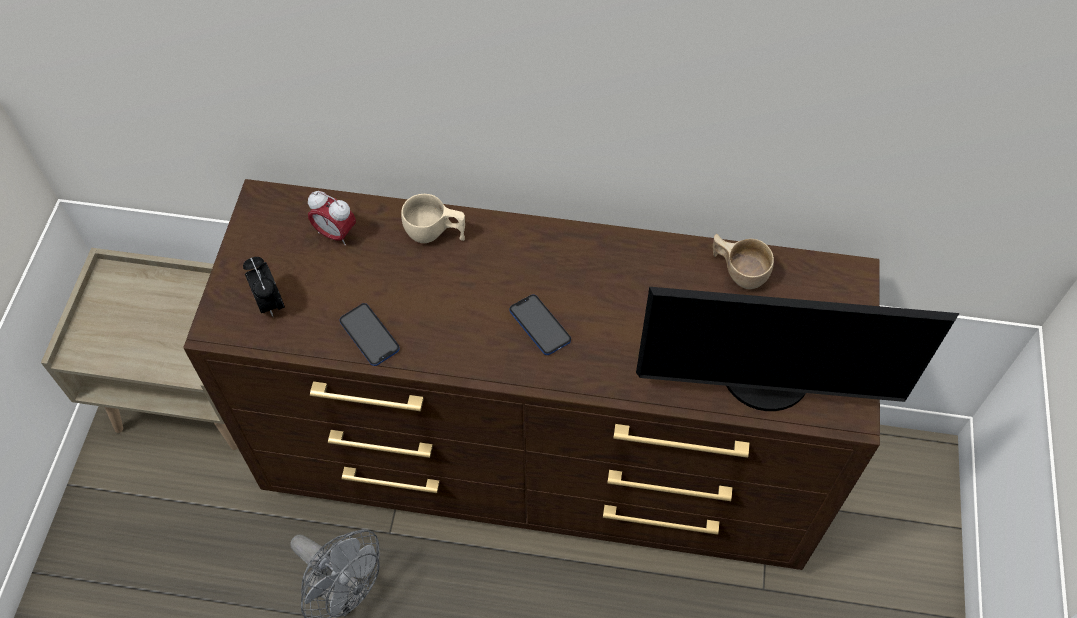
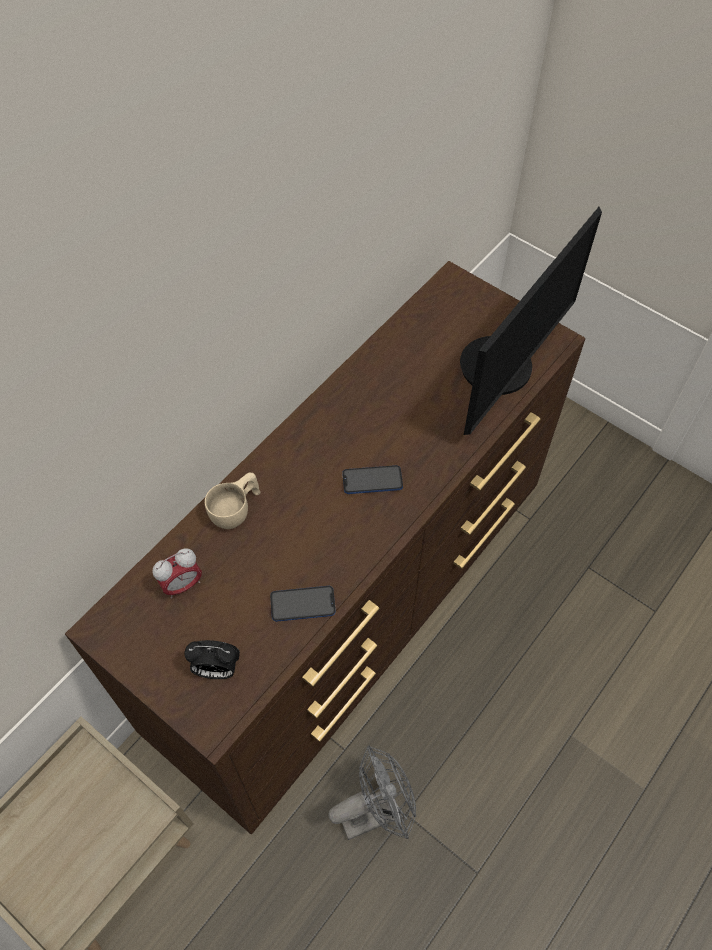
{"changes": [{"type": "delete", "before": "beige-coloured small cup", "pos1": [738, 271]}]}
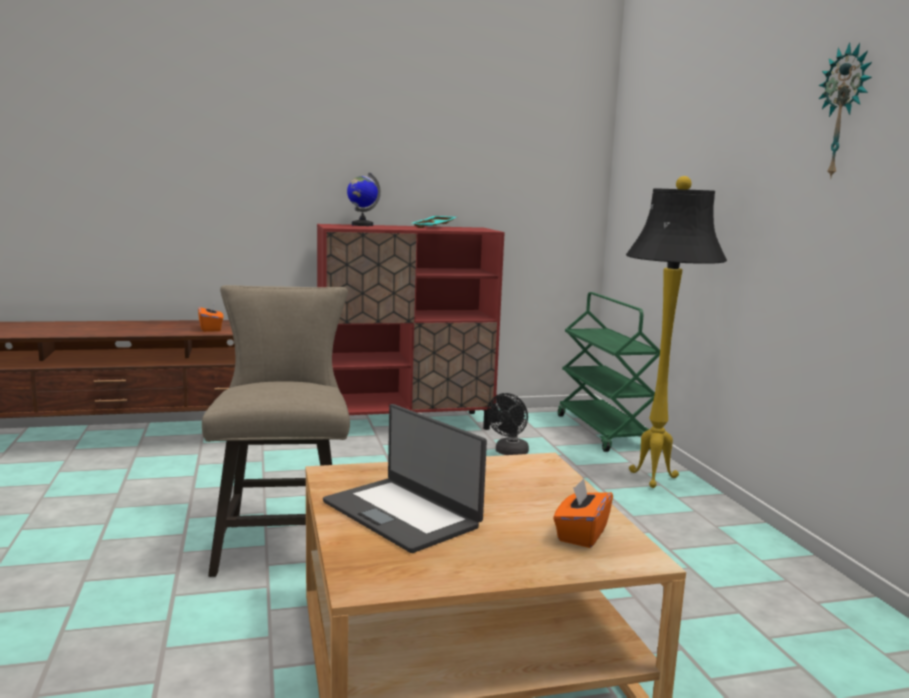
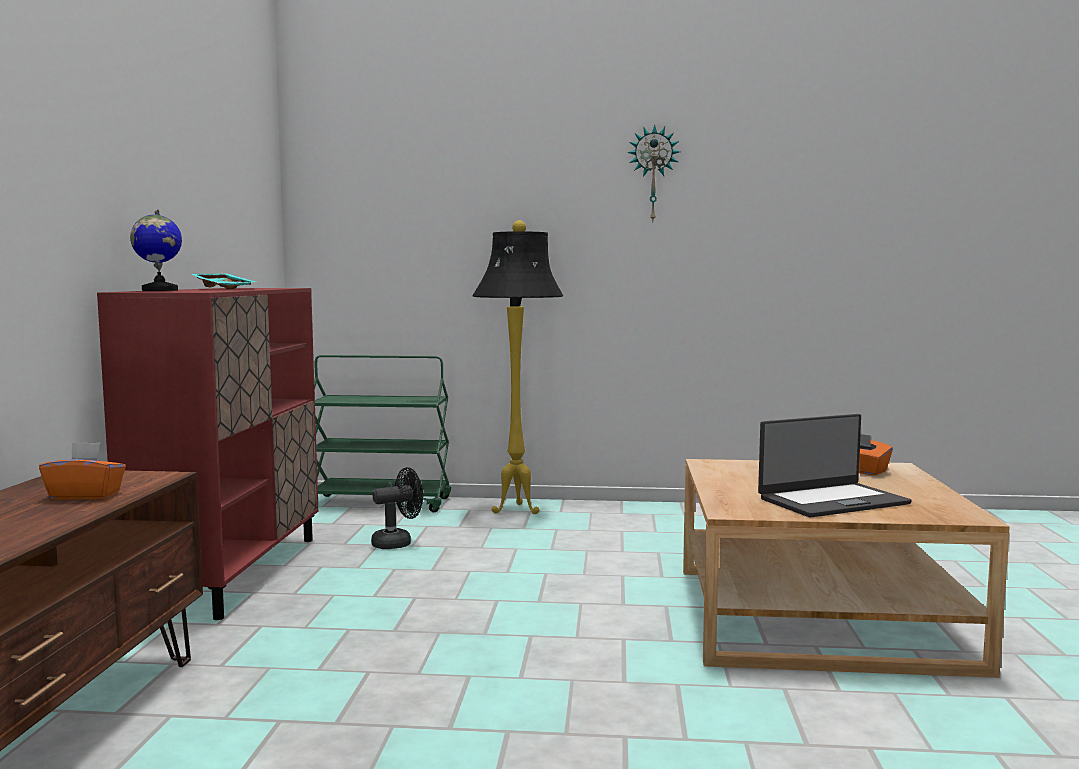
{"changes": [{"type": "rotate", "before": "blackish cooling fan", "pos1": [509, 453], "pos2": [398, 543], "turn": -75}, {"type": "delete", "before": "beige-coloured sitting stool", "pos1": [283, 541]}]}
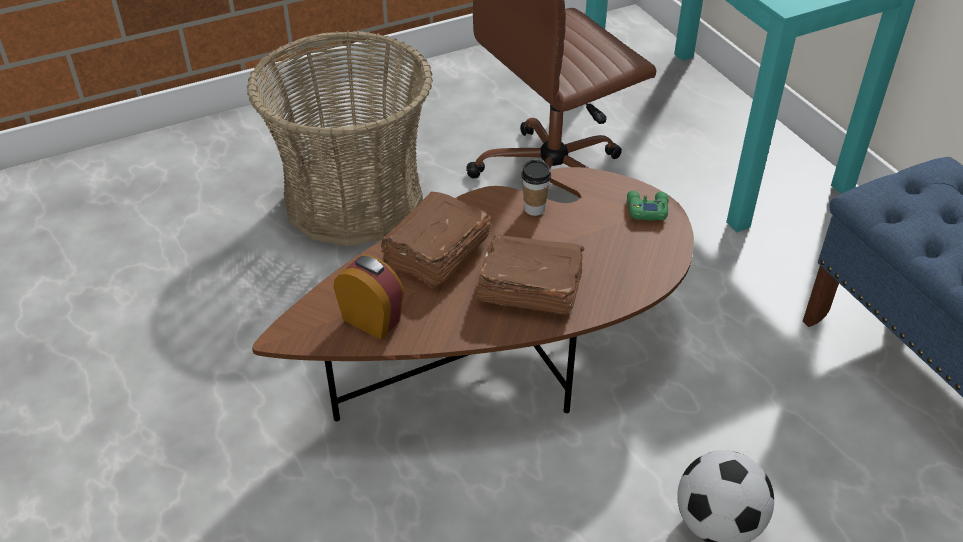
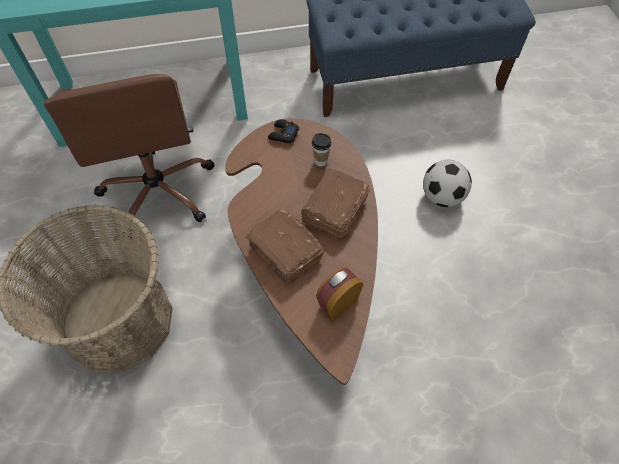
{"changes": [{"type": "recolor", "before": "greenish game controller", "after": "blackish game controller", "pos1": [646, 209], "pos2": [283, 134]}, {"type": "move", "before": "small cup", "pos1": [534, 209], "pos2": [321, 161]}]}
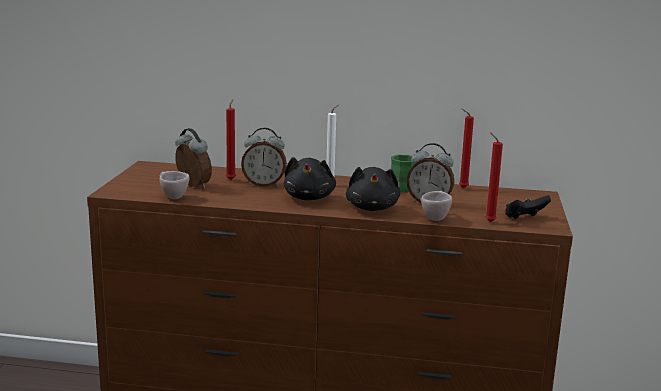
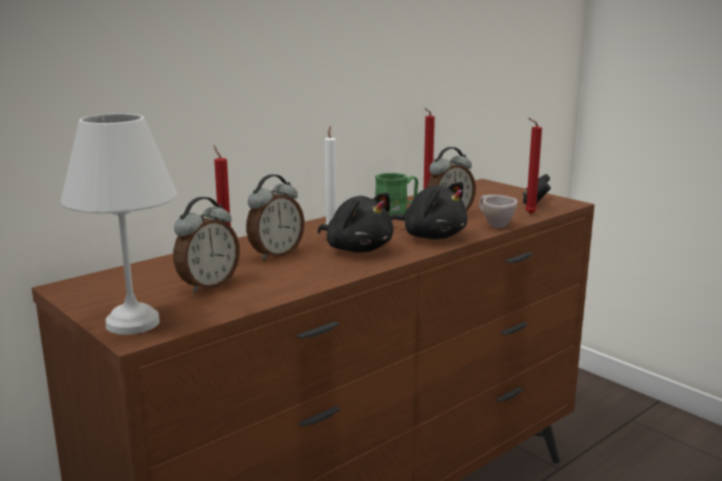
{"changes": [{"type": "insert", "after": "white table lamp", "pos2": [132, 322]}, {"type": "rotate", "before": "alarm clock", "pos1": [192, 185], "pos2": [208, 285], "turn": 135}, {"type": "delete", "before": "beige-coloured small cup", "pos1": [171, 197]}]}
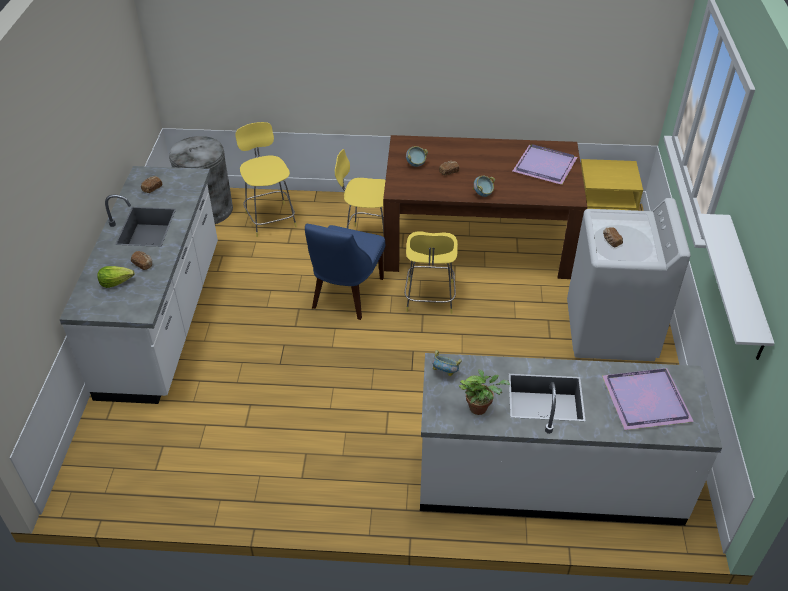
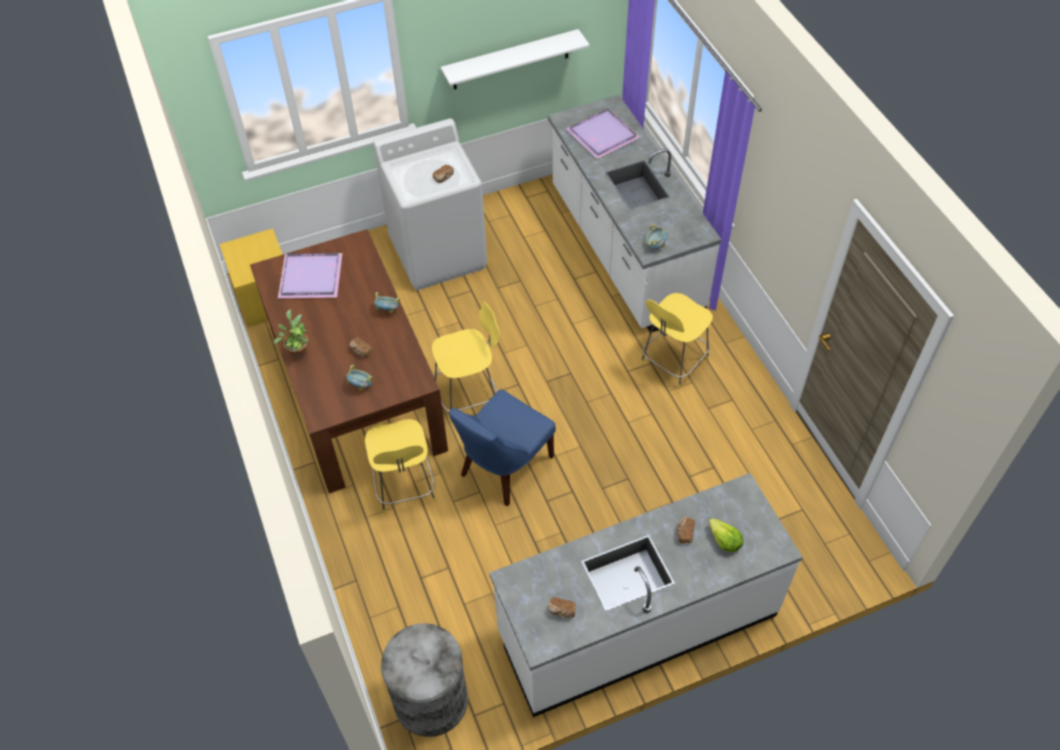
{"changes": [{"type": "move", "before": "plant in a pot", "pos1": [480, 407], "pos2": [298, 351]}, {"type": "rotate", "before": "bluish plain chair", "pos1": [346, 295], "pos2": [503, 468], "turn": 135}, {"type": "move", "before": "yellowish sitting stool", "pos1": [270, 218], "pos2": [672, 363]}]}
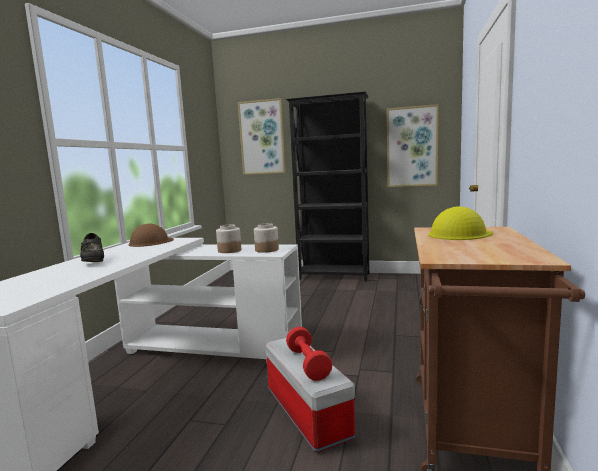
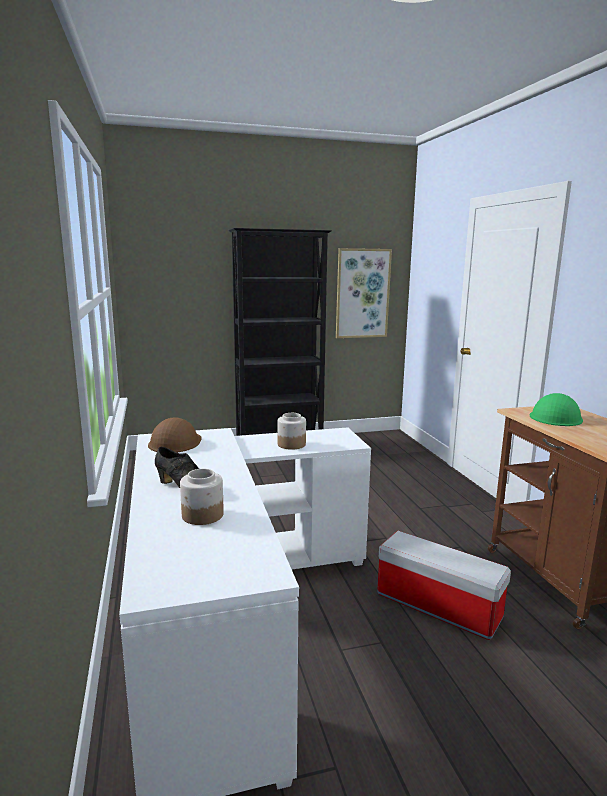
{"changes": [{"type": "move", "before": "storage jar", "pos1": [266, 250], "pos2": [202, 515]}, {"type": "recolor", "before": "yellowish work helmet", "after": "greenish work helmet", "pos1": [459, 234], "pos2": [556, 417]}, {"type": "delete", "before": "picture", "pos1": [262, 137]}, {"type": "delete", "before": "red-coloured dumbbell", "pos1": [308, 364]}]}
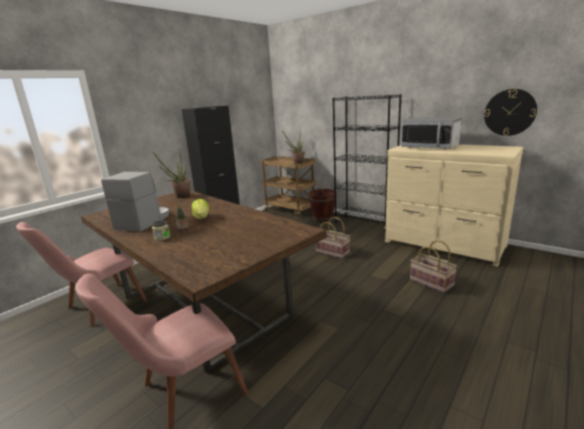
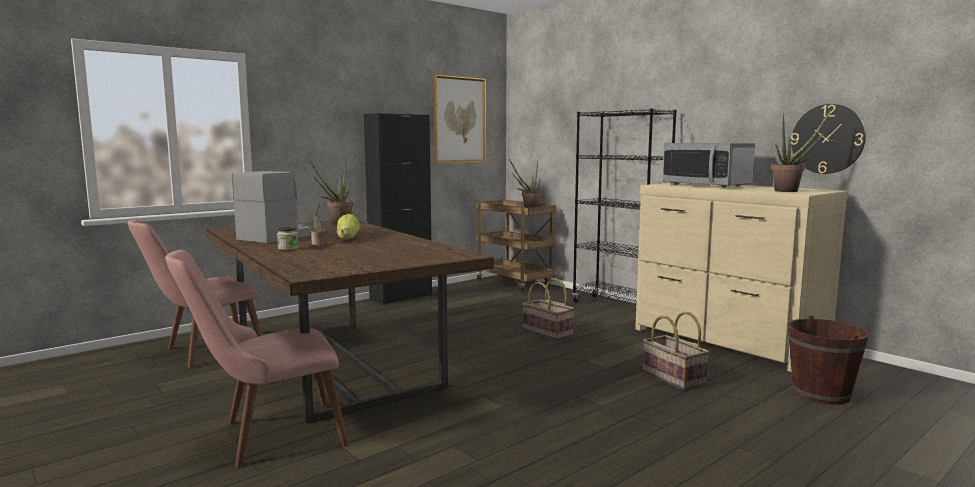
{"changes": [{"type": "insert", "after": "picture", "pos2": [459, 120]}, {"type": "insert", "after": "plant in a pot", "pos2": [791, 191]}, {"type": "move", "before": "brown water bucket", "pos1": [322, 217], "pos2": [821, 393]}]}
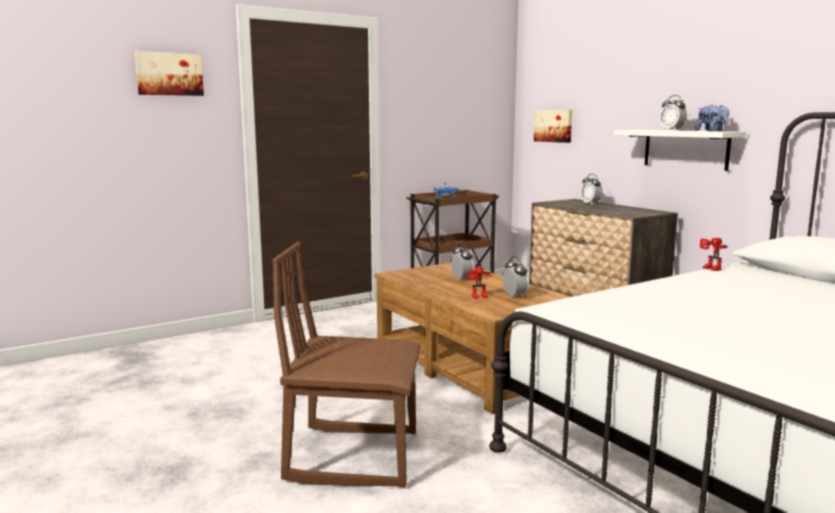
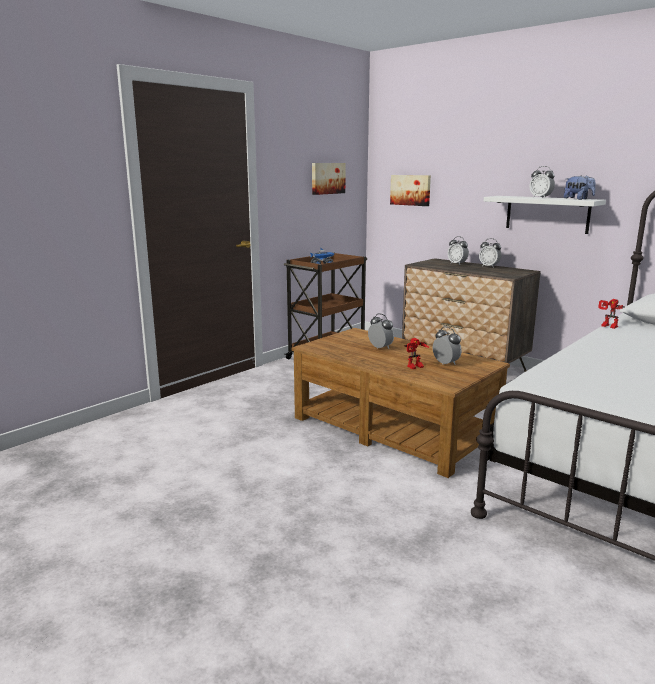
{"changes": [{"type": "move", "before": "picture", "pos1": [169, 74], "pos2": [327, 178]}, {"type": "insert", "after": "alarm clock", "pos2": [489, 266]}, {"type": "delete", "before": "brown plain chair", "pos1": [353, 455]}]}
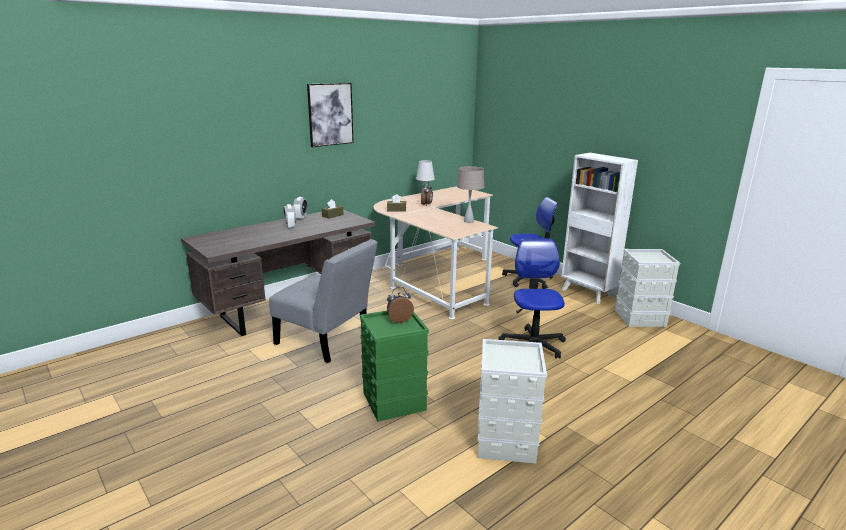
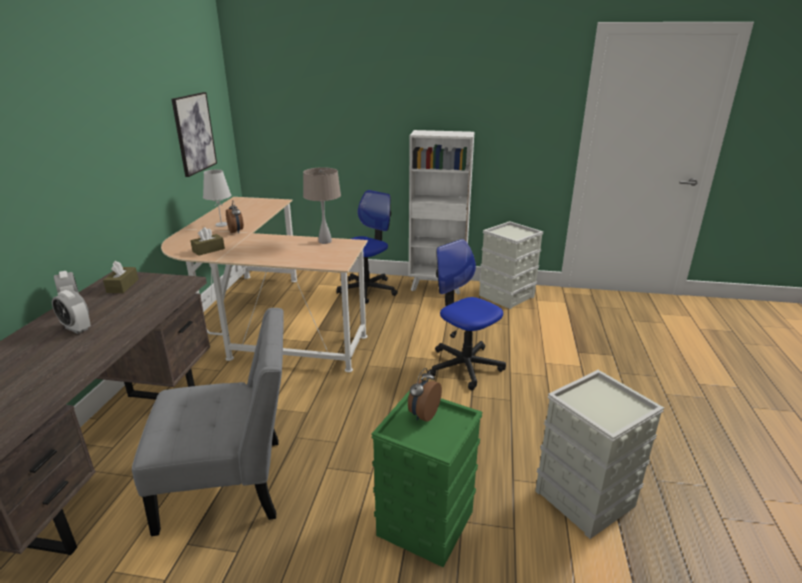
{"changes": [{"type": "move", "before": "picture", "pos1": [330, 114], "pos2": [194, 133]}]}
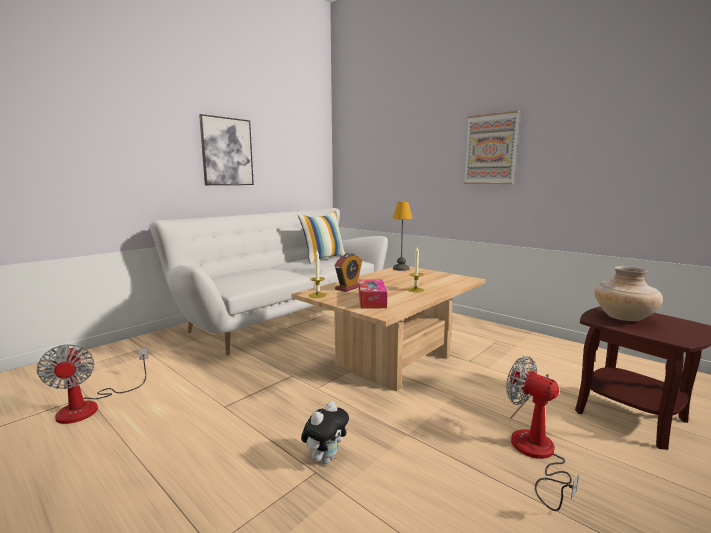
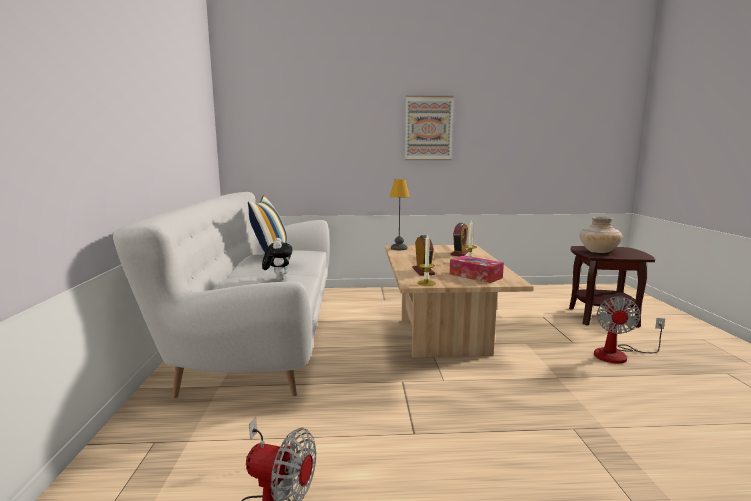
{"changes": [{"type": "move", "before": "plush toy", "pos1": [325, 458], "pos2": [278, 279]}, {"type": "insert", "after": "alarm clock", "pos2": [459, 253]}, {"type": "rotate", "before": "cooling fan", "pos1": [536, 455], "pos2": [619, 354], "turn": -75}, {"type": "delete", "before": "picture", "pos1": [227, 152]}]}
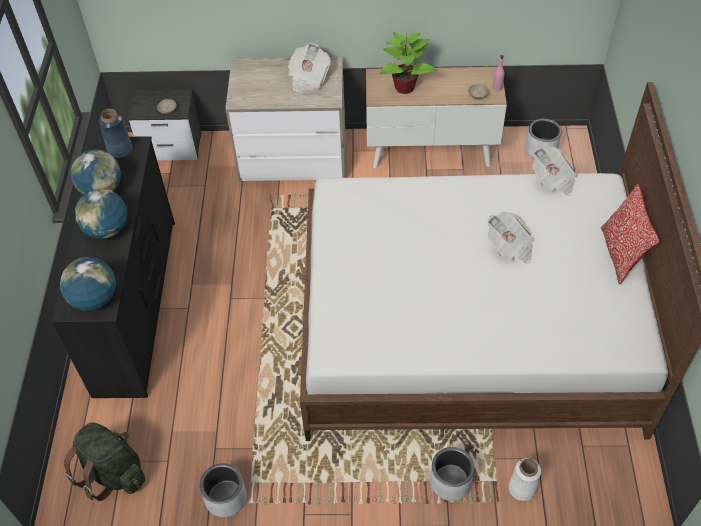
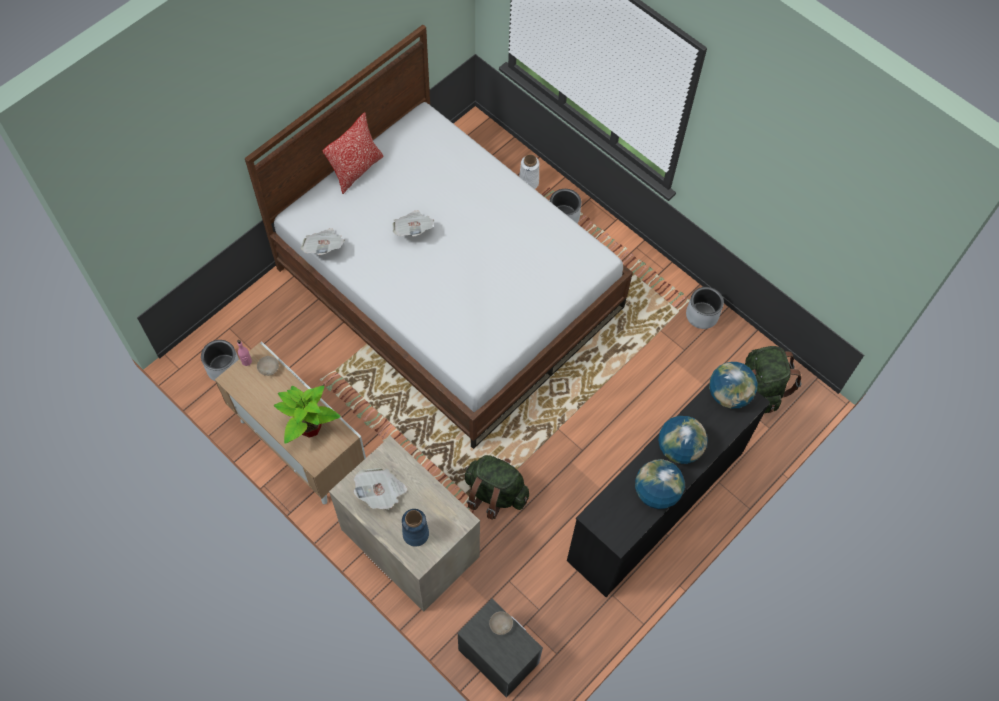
{"changes": [{"type": "move", "before": "bluish vase", "pos1": [120, 149], "pos2": [416, 534]}, {"type": "insert", "after": "greenish rucksack", "pos2": [495, 493]}]}
